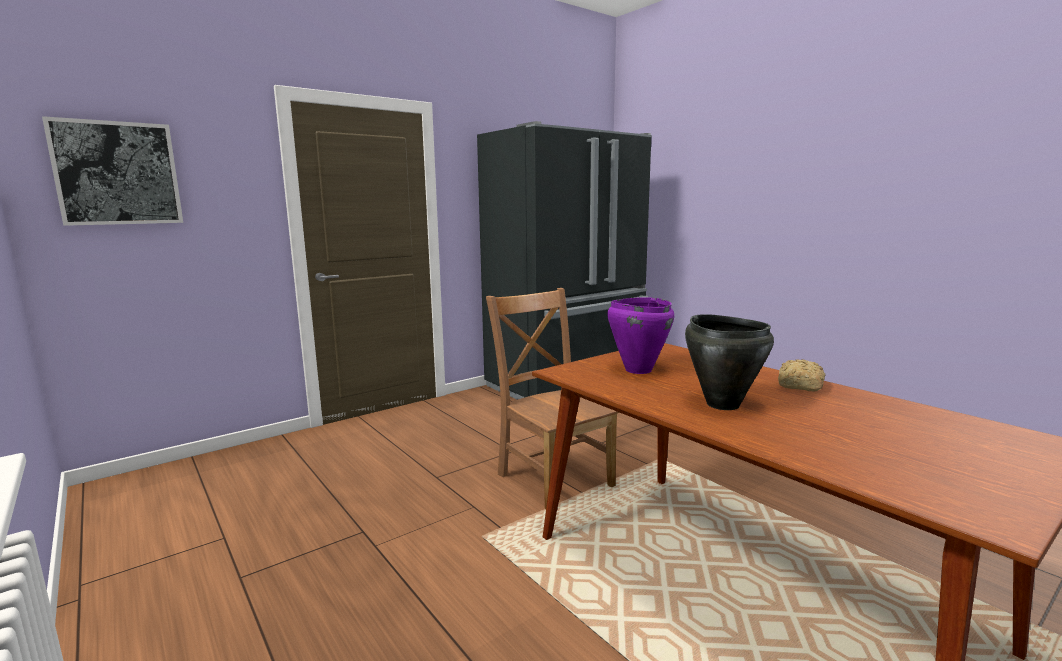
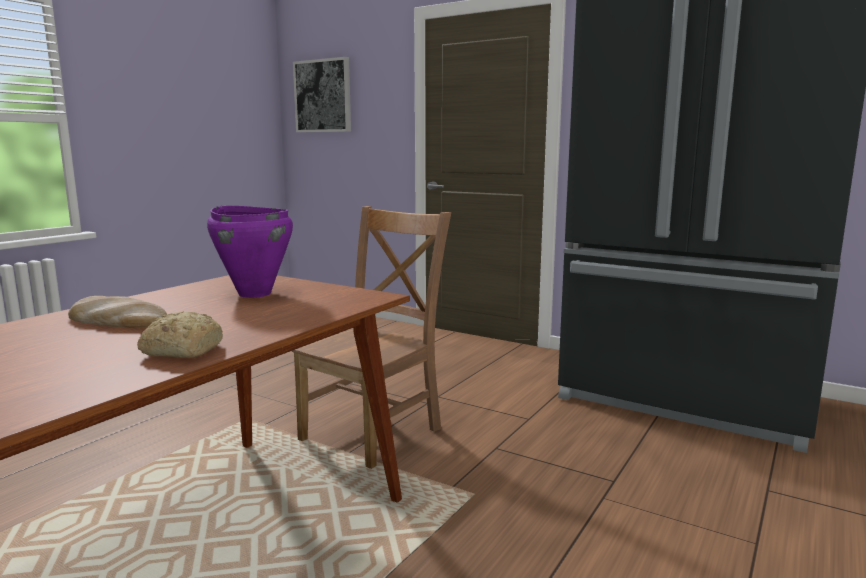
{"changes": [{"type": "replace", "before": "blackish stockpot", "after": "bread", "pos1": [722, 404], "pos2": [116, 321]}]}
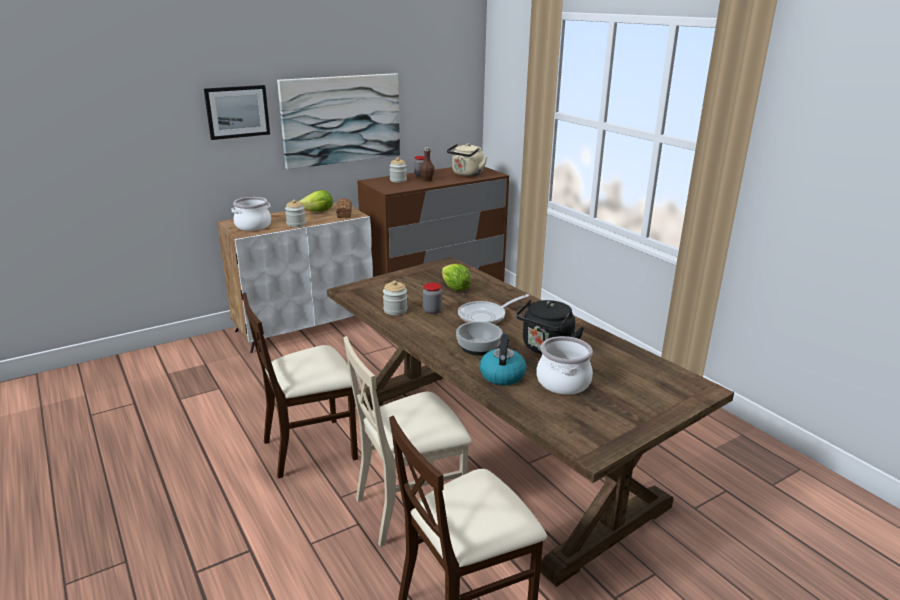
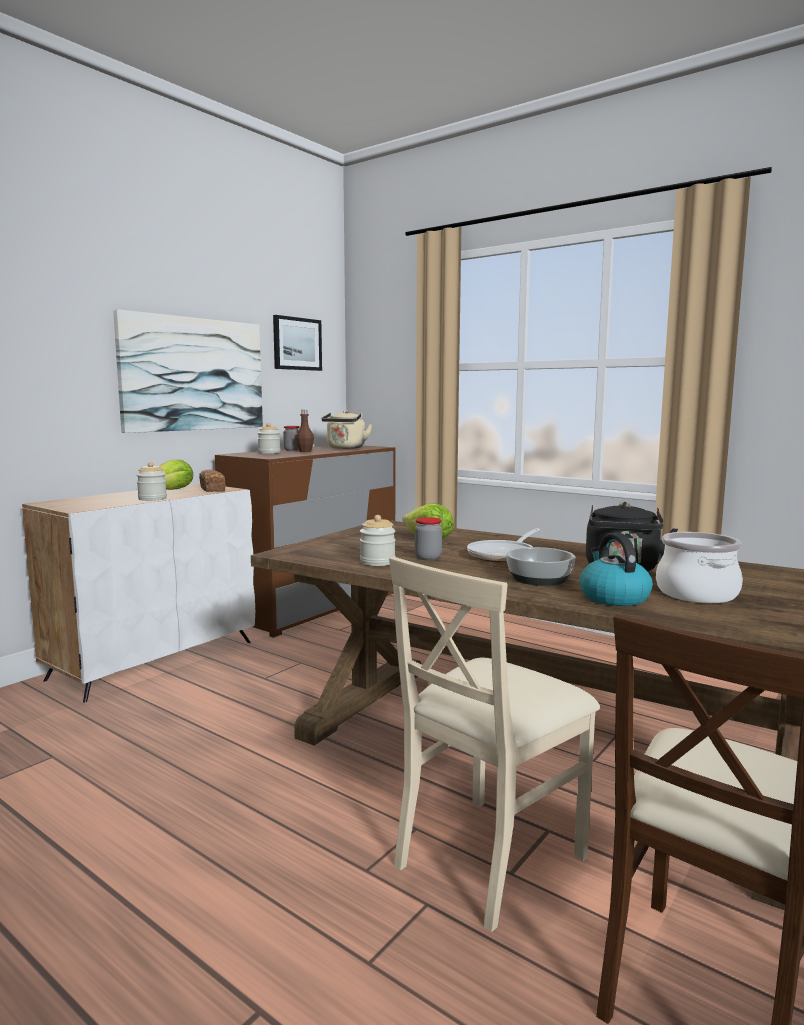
{"changes": [{"type": "move", "before": "picture", "pos1": [237, 111], "pos2": [297, 344]}, {"type": "delete", "before": "stockpot", "pos1": [253, 226]}, {"type": "delete", "before": "beige-coloured plain chair", "pos1": [311, 448]}]}
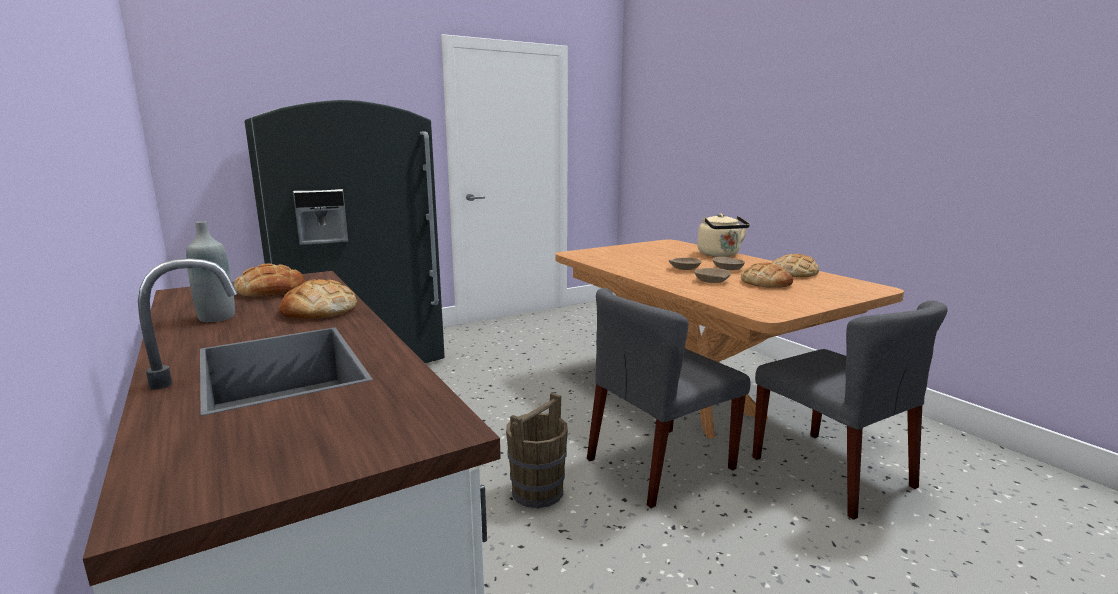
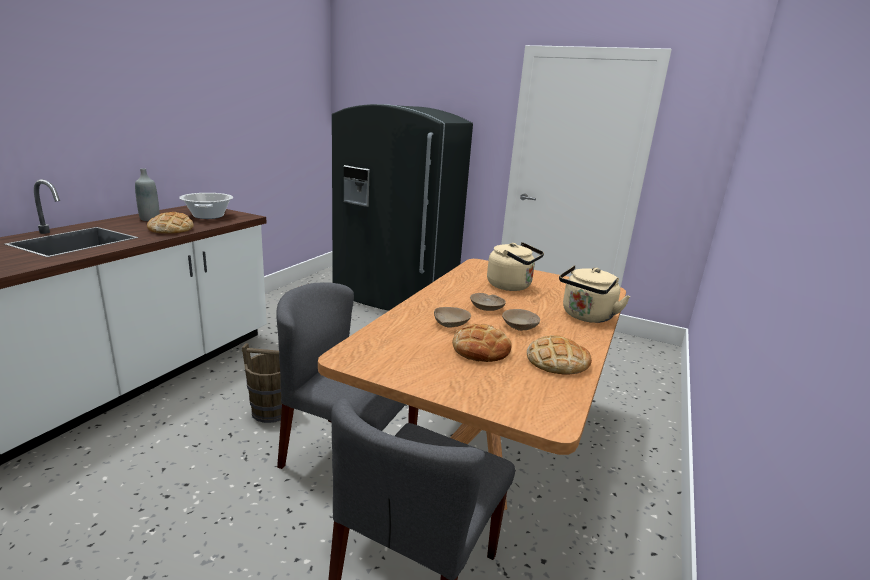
{"changes": [{"type": "replace", "before": "bread", "after": "stockpot", "pos1": [271, 290], "pos2": [208, 216]}, {"type": "insert", "after": "beige-coloured kettle", "pos2": [512, 286]}]}
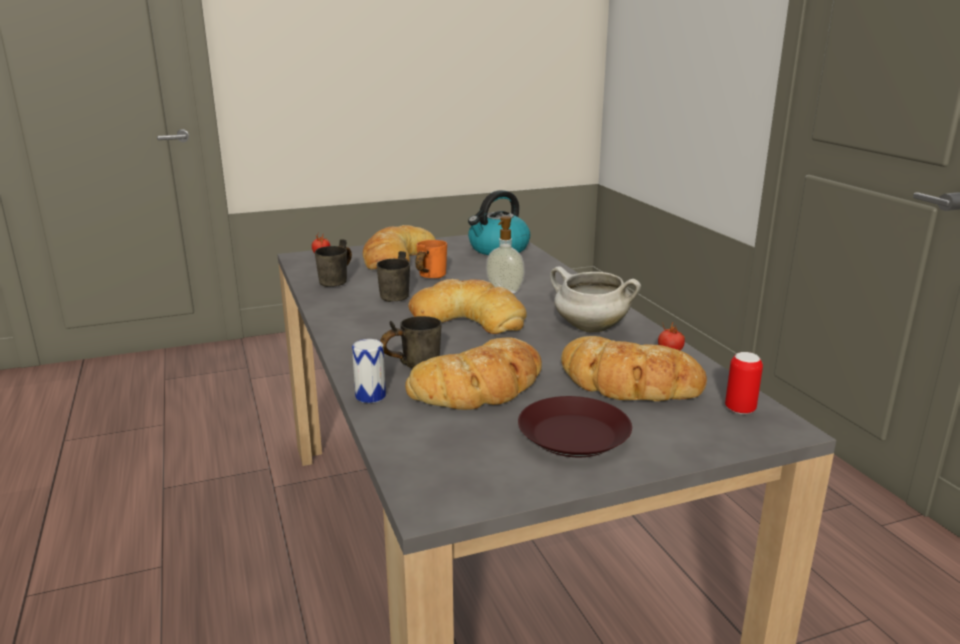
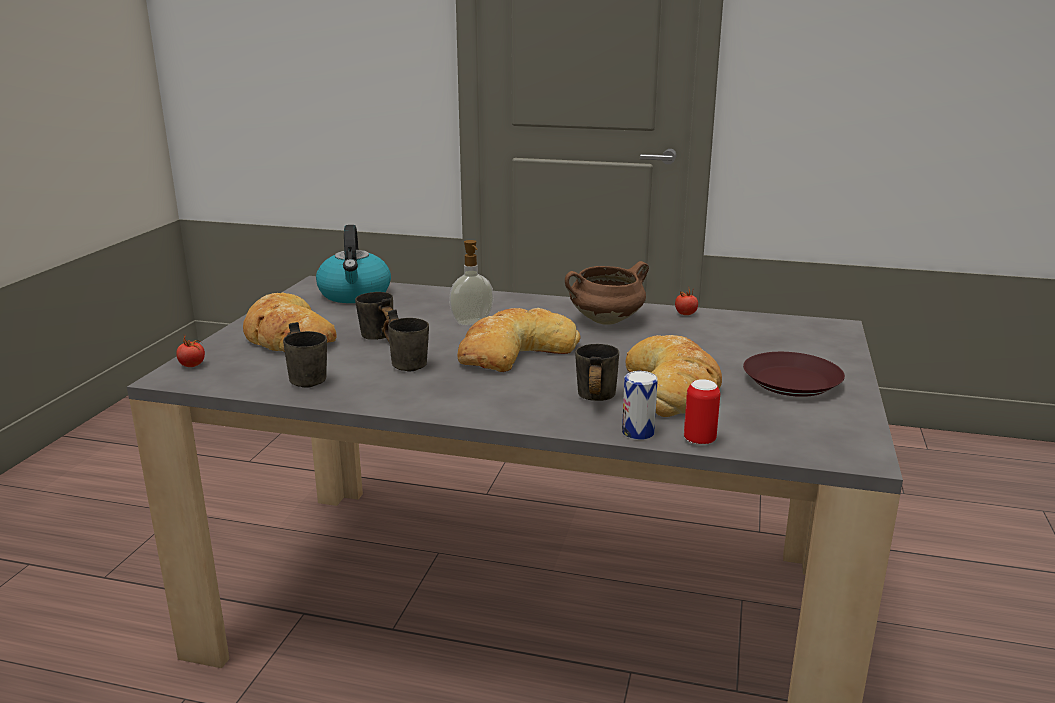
{"changes": [{"type": "recolor", "before": "orangey mug", "after": "greyish mug", "pos1": [427, 278], "pos2": [377, 340]}, {"type": "recolor", "before": "white stockpot", "after": "brown stockpot", "pos1": [589, 328], "pos2": [605, 321]}, {"type": "move", "before": "can", "pos1": [740, 409], "pos2": [699, 440]}, {"type": "delete", "before": "bread", "pos1": [628, 383]}]}
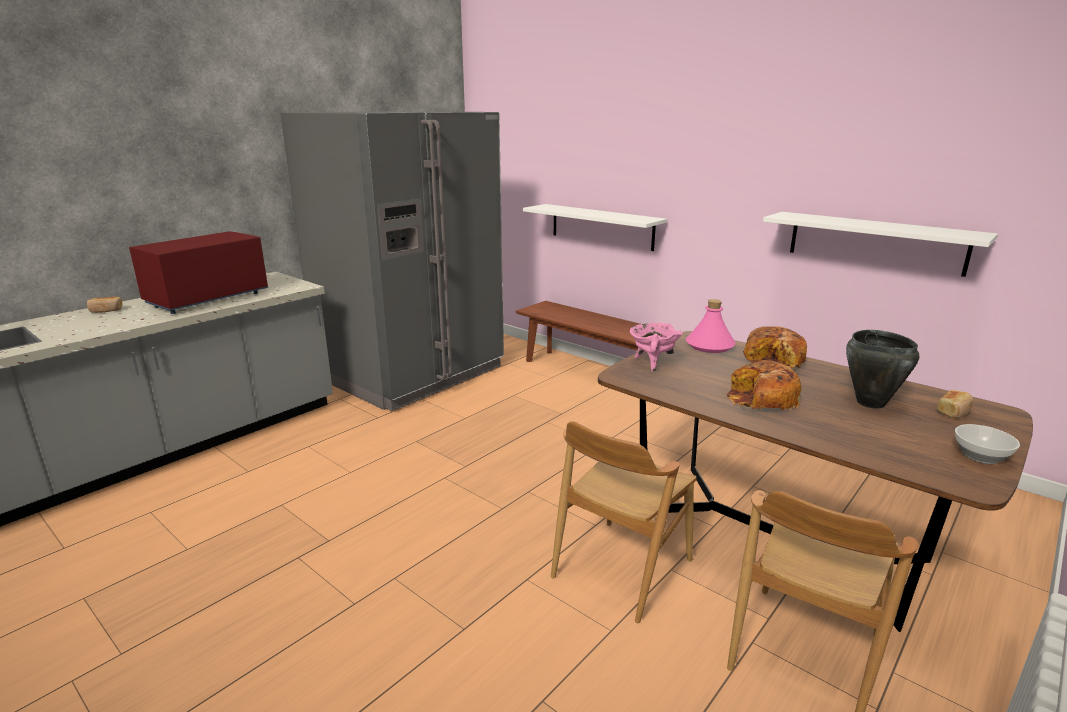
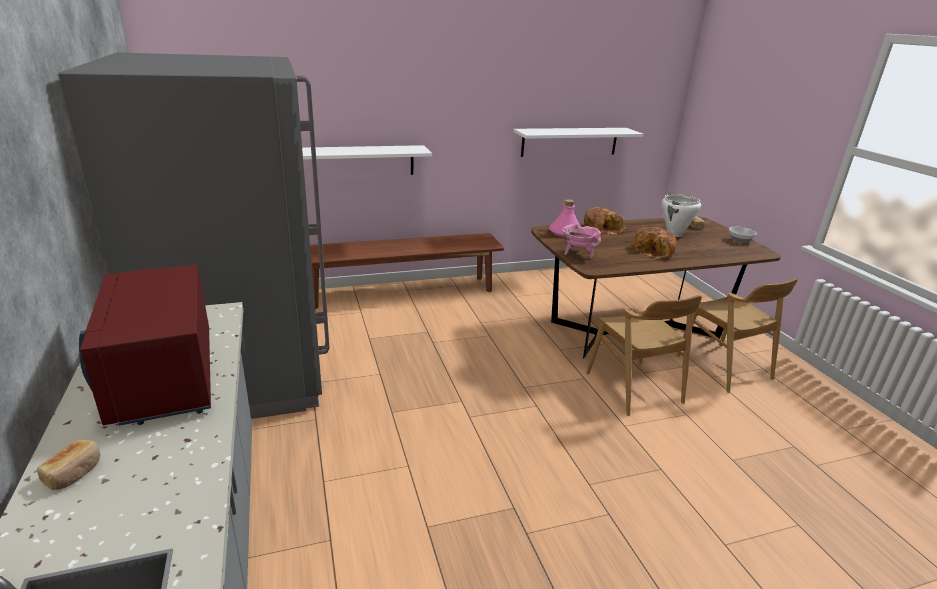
{"changes": [{"type": "recolor", "before": "blackish stockpot", "after": "white stockpot", "pos1": [870, 403], "pos2": [674, 234]}]}
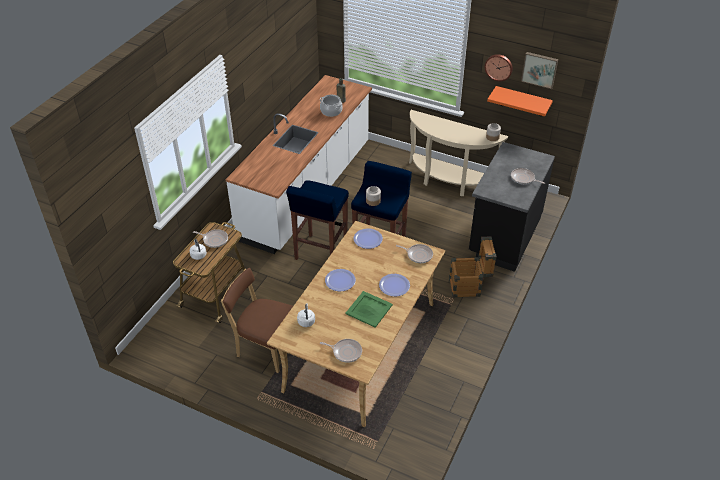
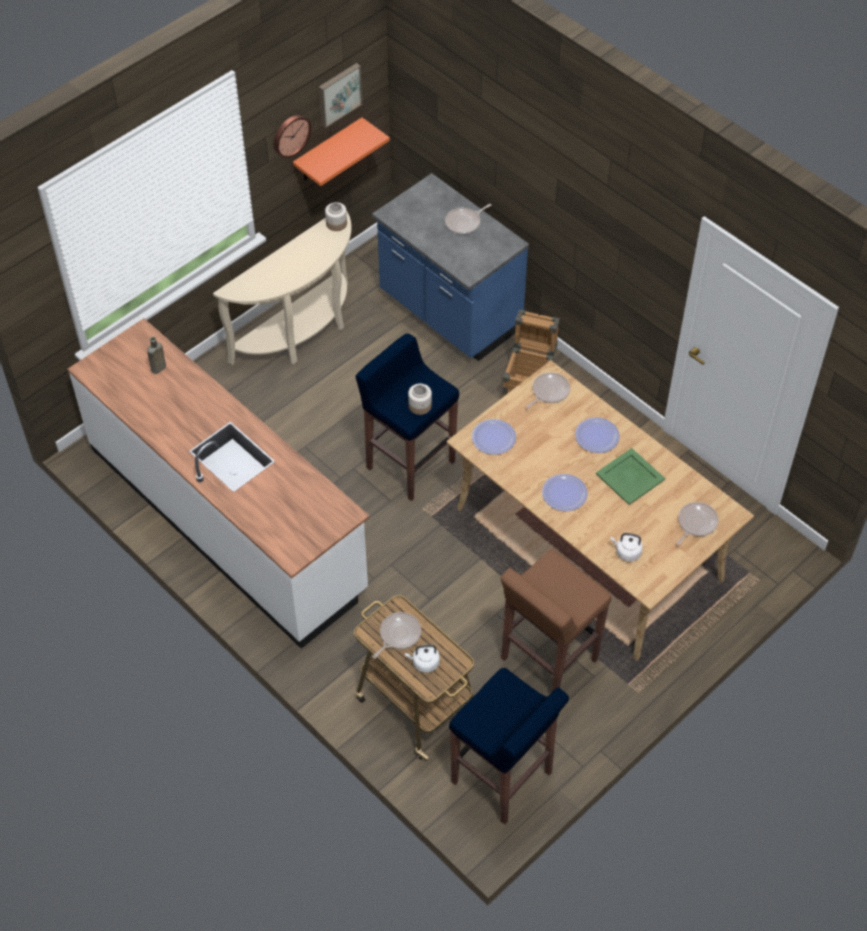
{"changes": [{"type": "recolor", "before": "blackish counter", "after": "bluish counter", "pos1": [503, 236], "pos2": [449, 313]}, {"type": "move", "before": "bluish sitting stool", "pos1": [320, 252], "pos2": [502, 779]}, {"type": "replace", "before": "brown plain chair", "after": "brown sitting stool", "pos1": [265, 347], "pos2": [547, 660]}, {"type": "delete", "before": "stockpot", "pos1": [331, 111]}]}
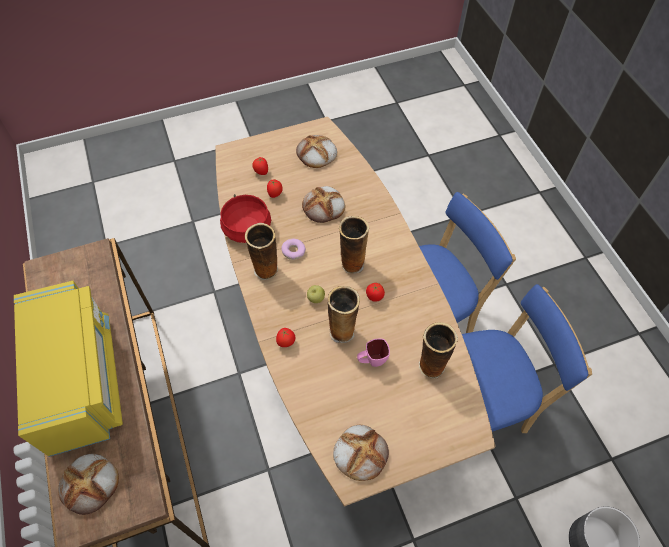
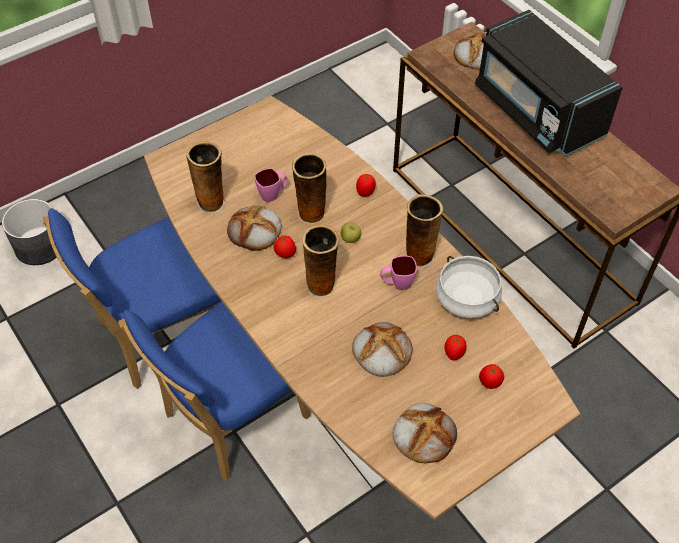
{"changes": [{"type": "move", "before": "bread", "pos1": [360, 453], "pos2": [255, 231]}, {"type": "replace", "before": "ring doughnut", "after": "pinkish mug", "pos1": [293, 251], "pos2": [397, 284]}, {"type": "recolor", "before": "red-coloured stockpot", "after": "white stockpot", "pos1": [246, 228], "pos2": [467, 299]}, {"type": "recolor", "before": "yellowish microwave", "after": "blackish microwave", "pos1": [81, 380], "pos2": [536, 110]}]}
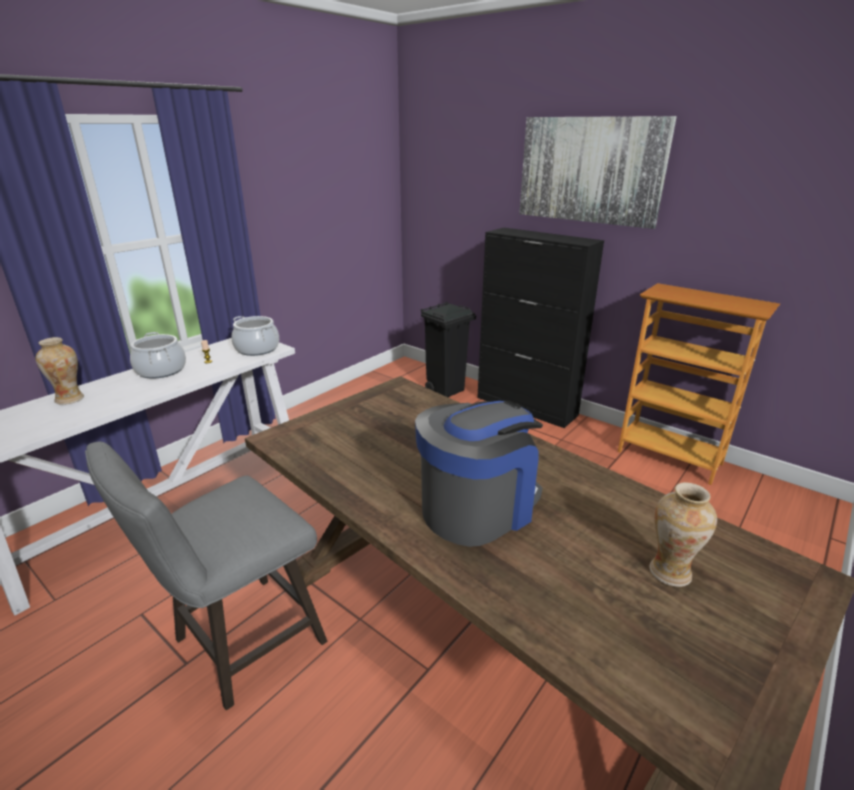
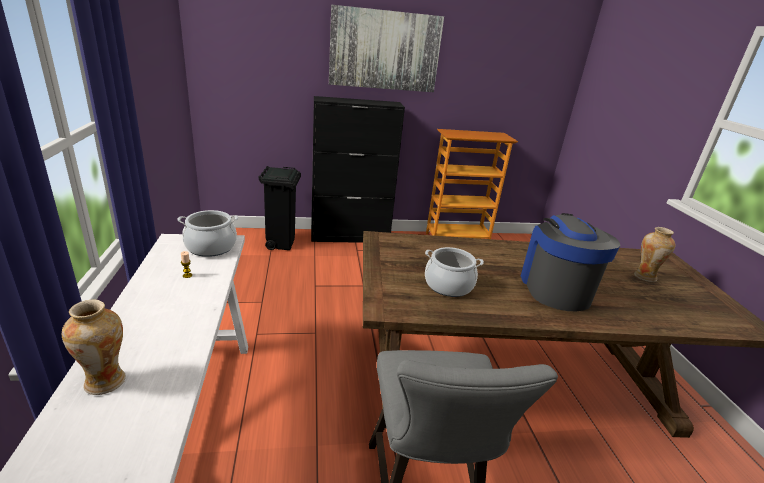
{"changes": [{"type": "move", "before": "stockpot", "pos1": [161, 370], "pos2": [448, 285]}]}
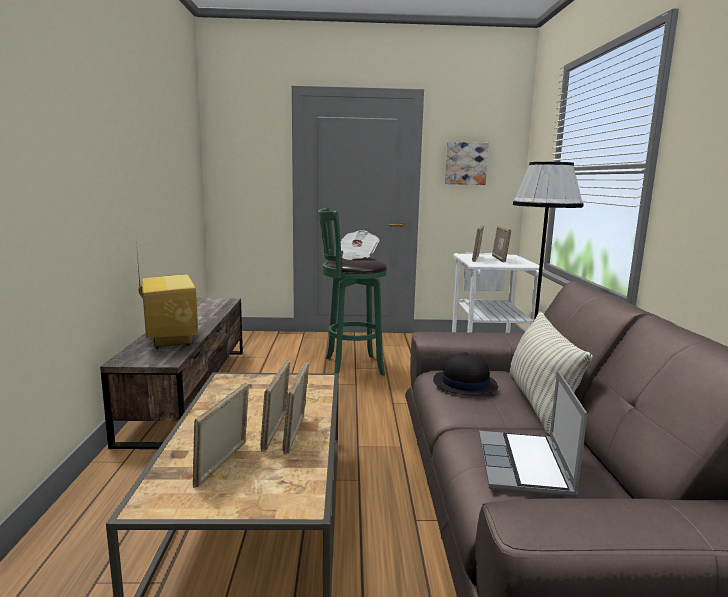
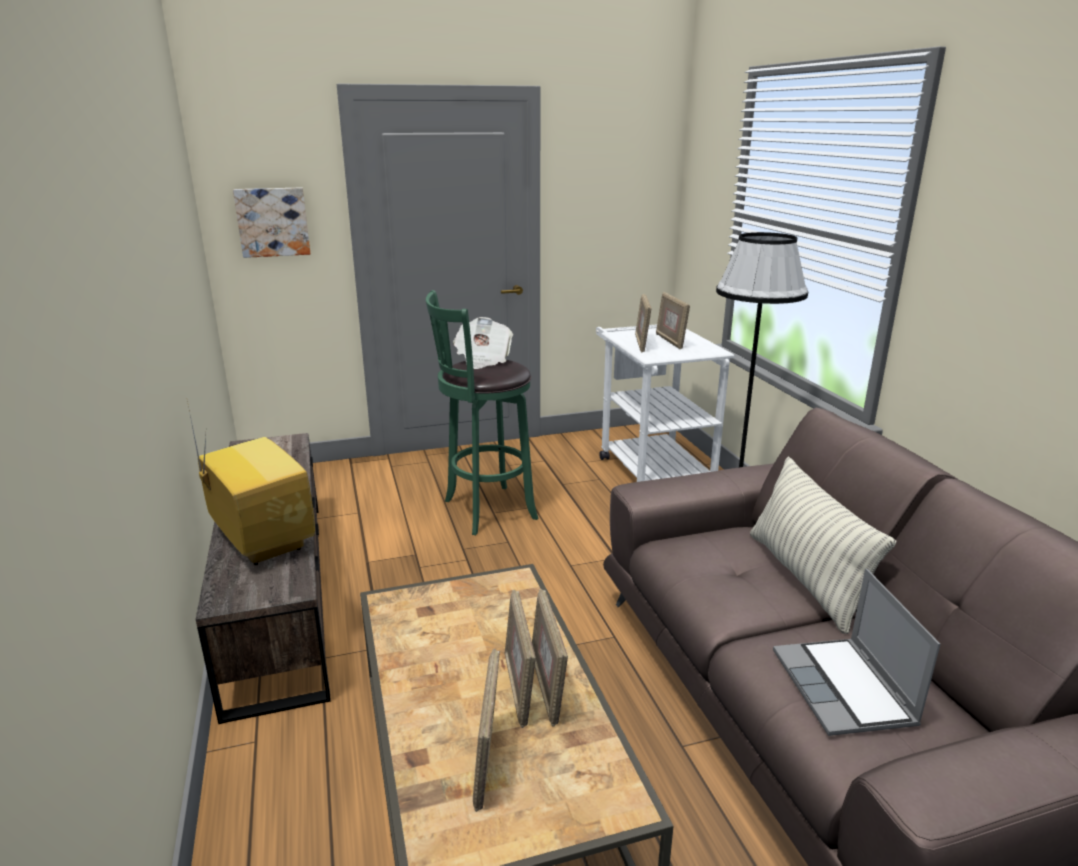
{"changes": [{"type": "move", "before": "picture", "pos1": [465, 163], "pos2": [273, 222]}, {"type": "delete", "before": "blackish clothing hat", "pos1": [464, 384]}]}
